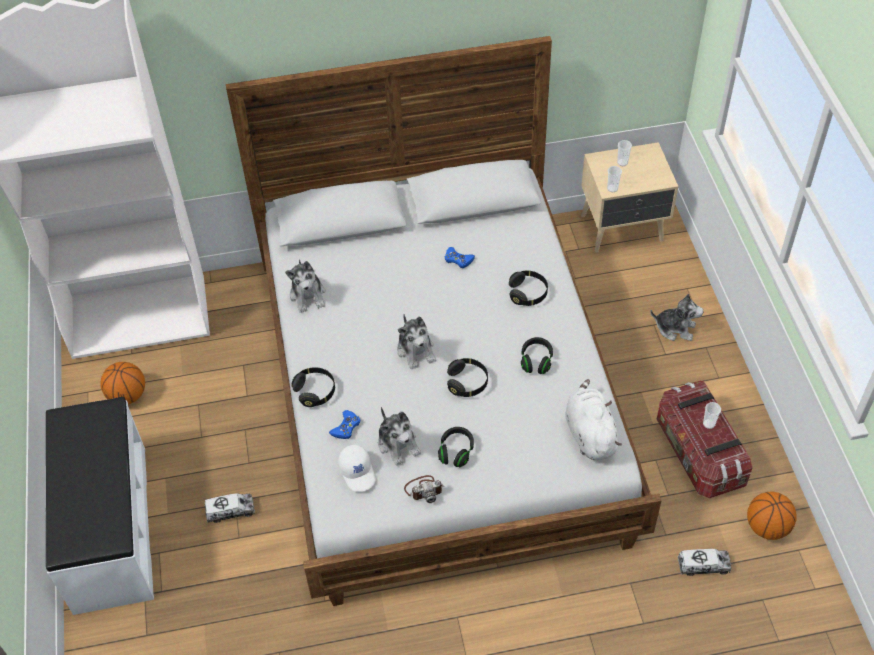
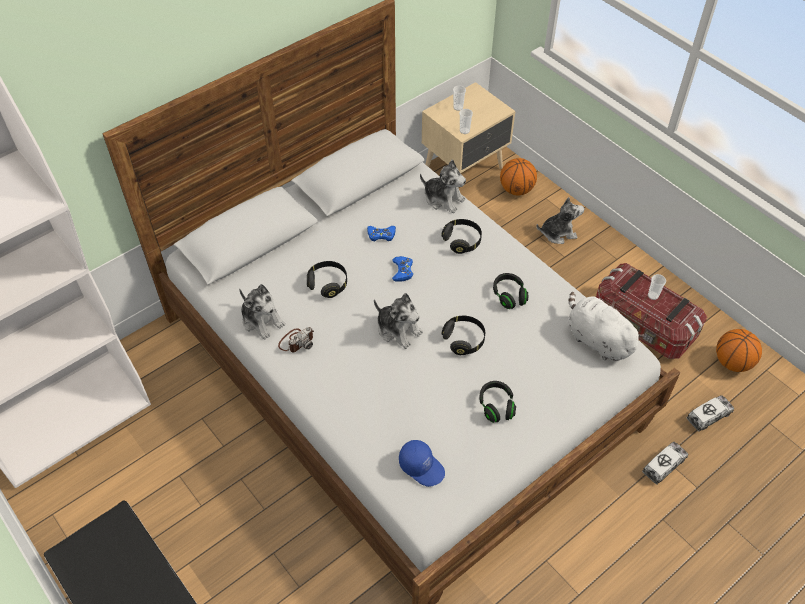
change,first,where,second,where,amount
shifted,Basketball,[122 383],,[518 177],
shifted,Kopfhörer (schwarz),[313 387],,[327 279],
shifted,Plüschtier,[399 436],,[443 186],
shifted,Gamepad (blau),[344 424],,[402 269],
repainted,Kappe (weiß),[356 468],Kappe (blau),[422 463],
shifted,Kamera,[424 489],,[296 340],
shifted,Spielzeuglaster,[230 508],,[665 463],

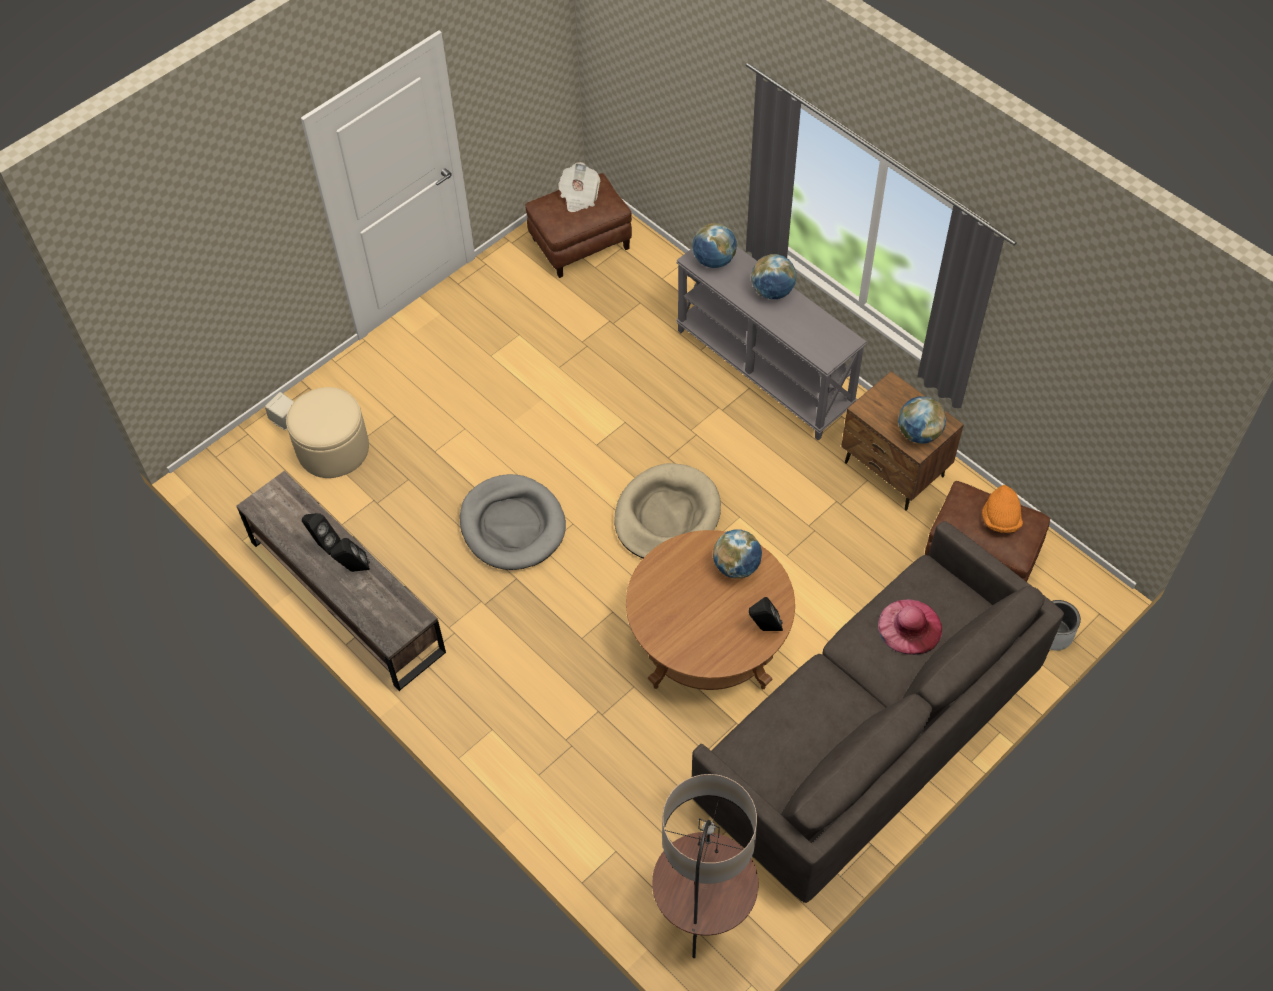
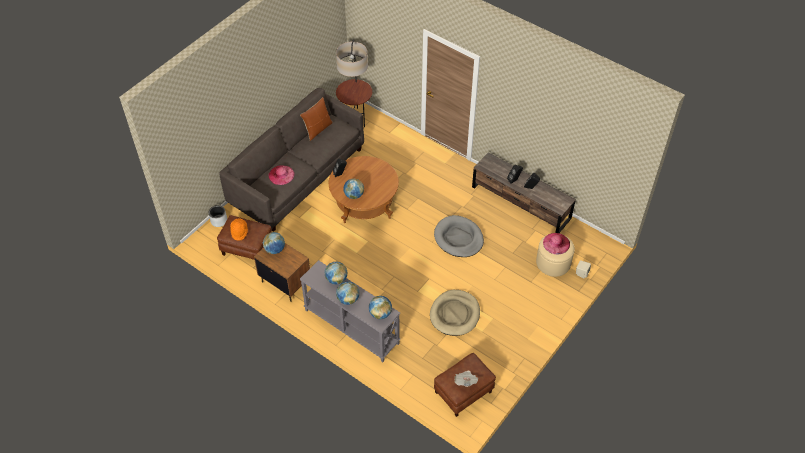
change,first,where,second,where,amount
shifted,Hundebett (beige),[667 511],,[455 313],
new,,,Kissen (braun),[316 119],
new,,,Hut (rosa),[556 244],
new,,,Globus,[336 273],

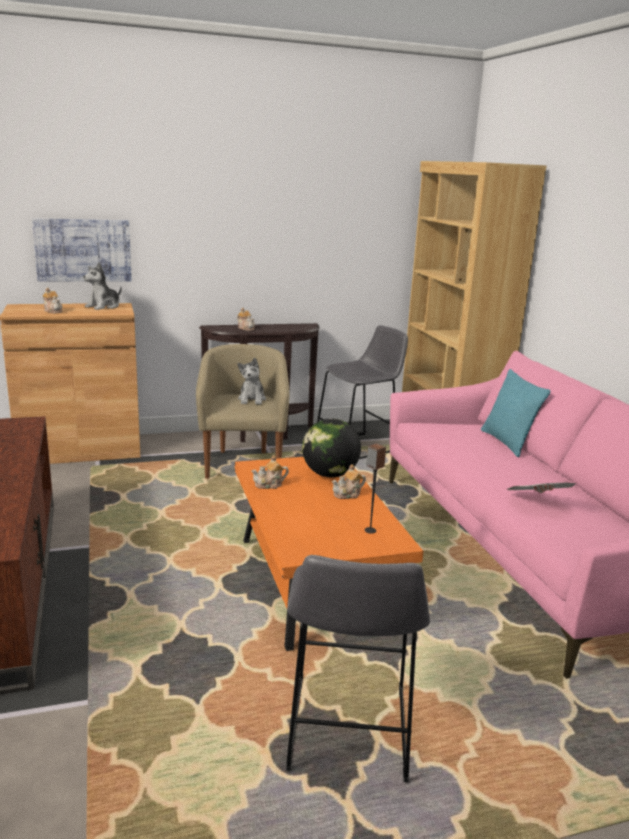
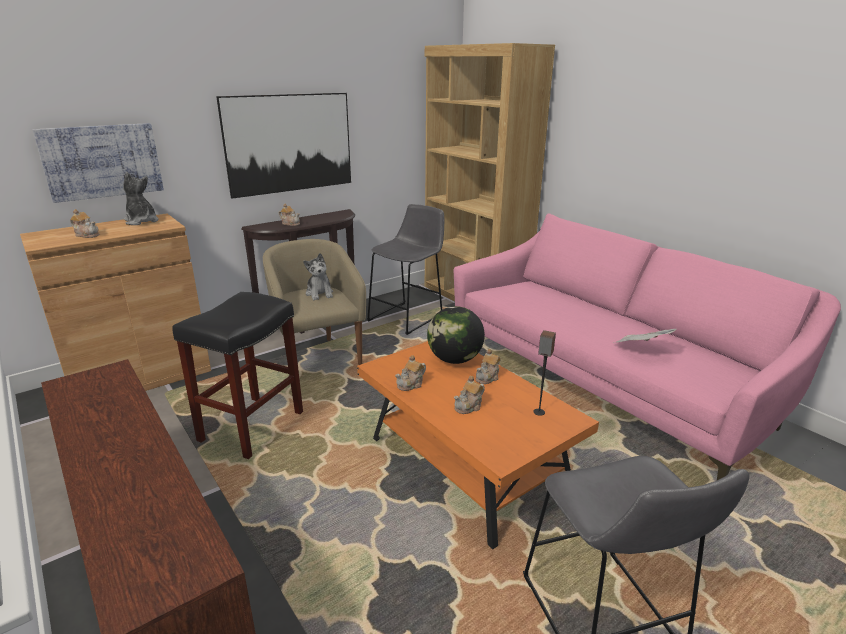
change,first,where,second,where,amount
rotated,Plüschtier,[102 286],,[141 198],120 degrees clockwise
gone,Kissen (türkis),[516 413],,,
new,,,Bild,[283 146],
new,,,Hocker (schwarz),[238 375],
new,,,Teekanne,[469 395],

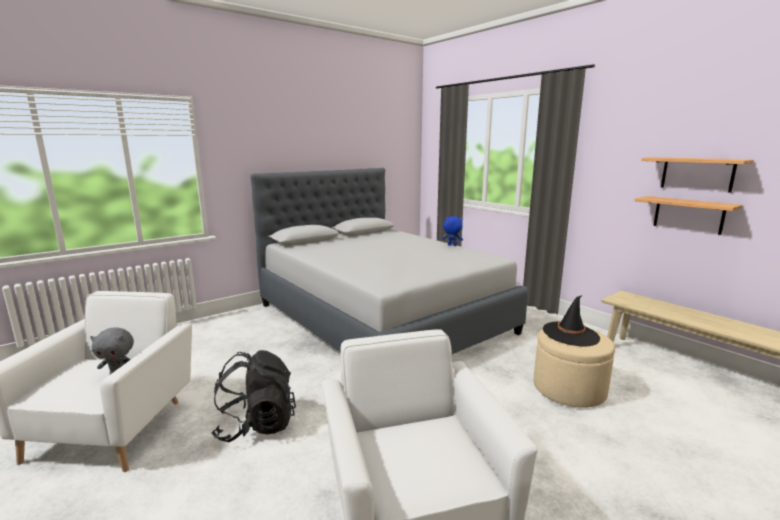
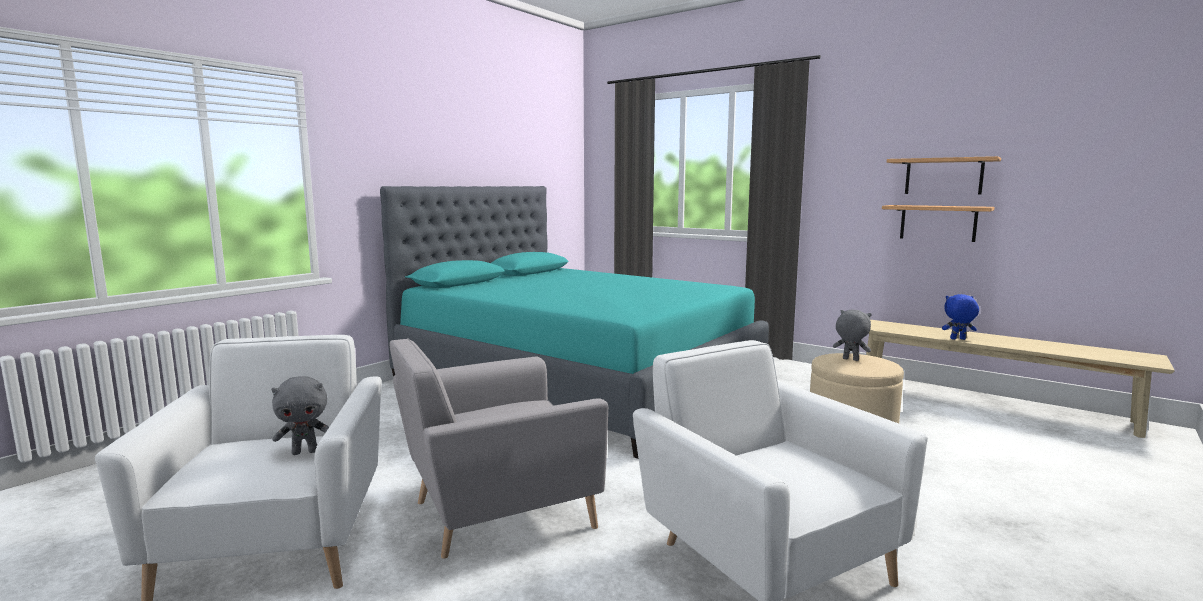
change,first,where,second,where,amount
repainted,Bett (grau),[389 261],Bett (türkis),[574 322],
shifted,Plüschtier (blau),[452 231],,[960 317],
swapped,Hut (schwarz),[571 320],Plüschtier (grau),[852 335],
swapped,Rucksack (schwarz),[253 396],Sessel (grau),[498 448],

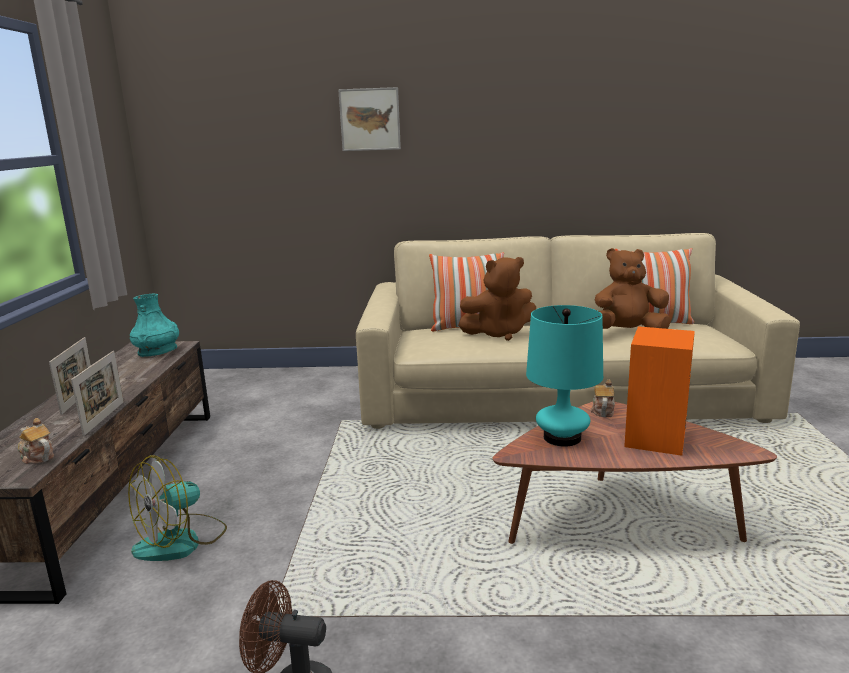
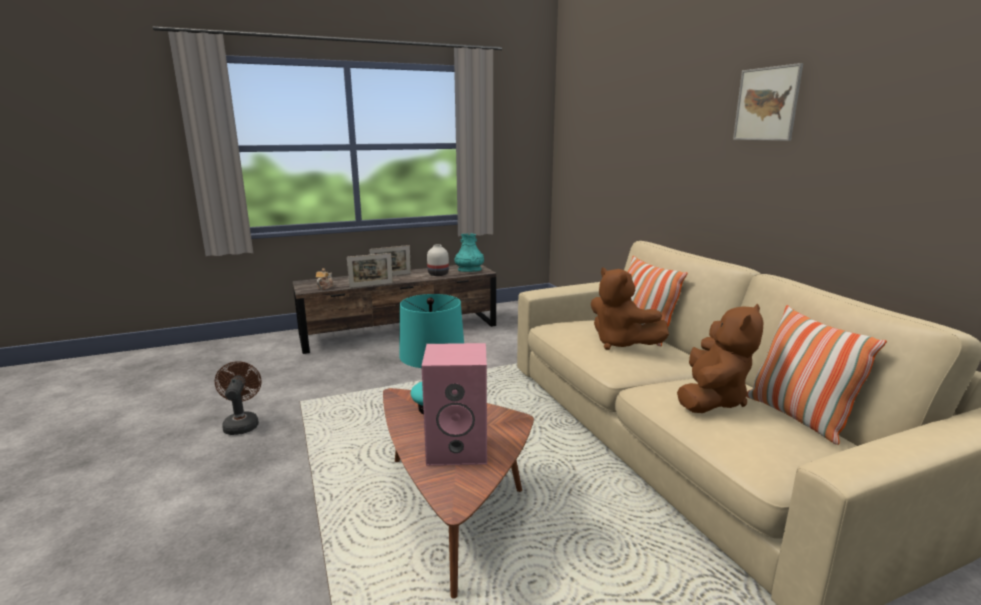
change,first,where,second,where,amount
shifted,Bild,[369 119],,[768 102],
rotated,Plüschtier (braun),[633 288],,[720 358],60 degrees clockwise
repainted,Lautsprecher (orange),[659 391],Lautsprecher (rosa),[454 404],
gone,Teekanne,[603 398],,,
gone,Ventilator,[177 508],,,
new,,,Vase (weiß),[438 260],

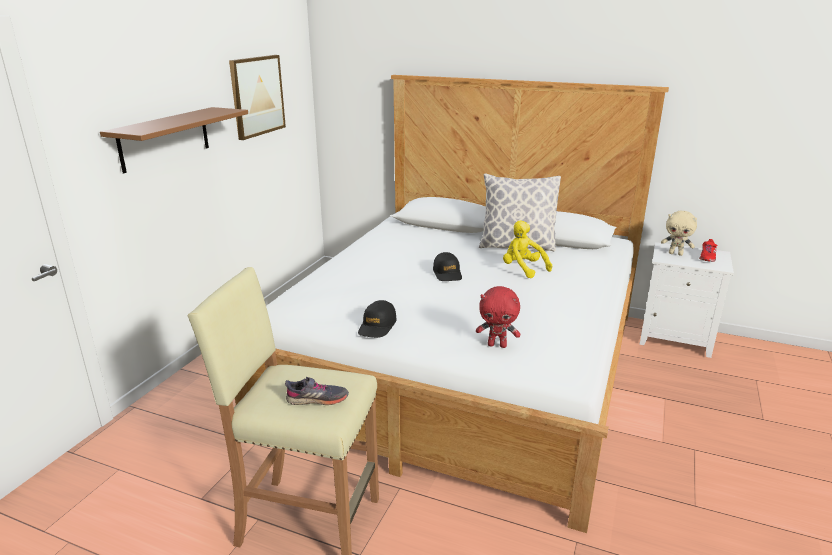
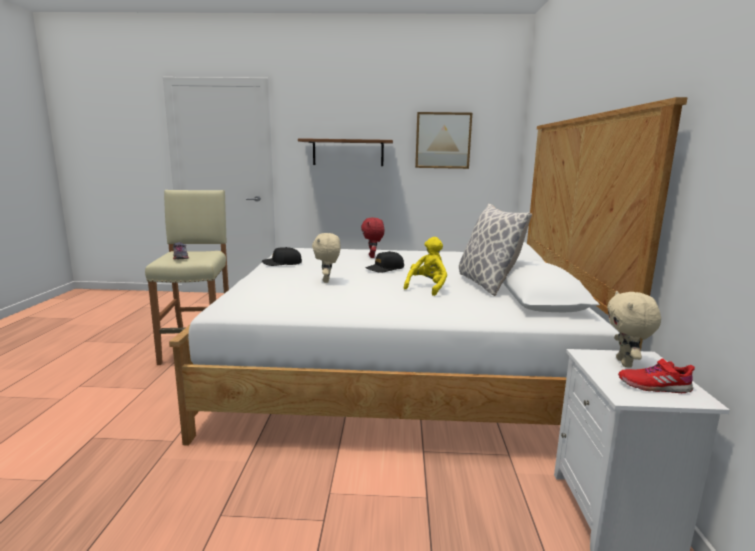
change,first,where,second,where,amount
shifted,Plüschtier (rot),[498 317],,[373 238],
new,,,Plüschtier (beige),[326 258],

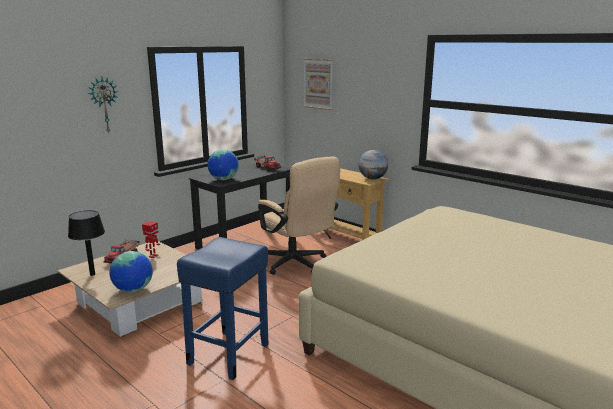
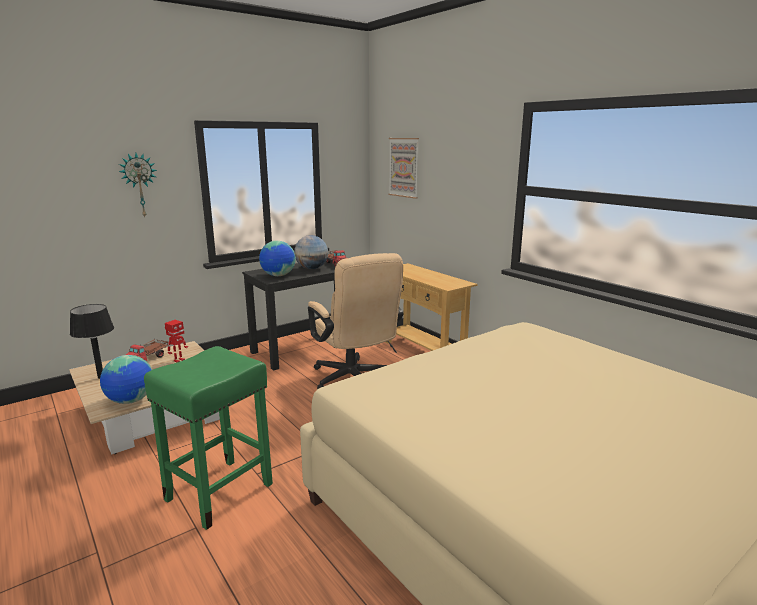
change,first,where,second,where,amount
shifted,Globus,[373 164],,[311 252],
repainted,Hocker (blau),[222 308],Hocker (grün),[208 438],

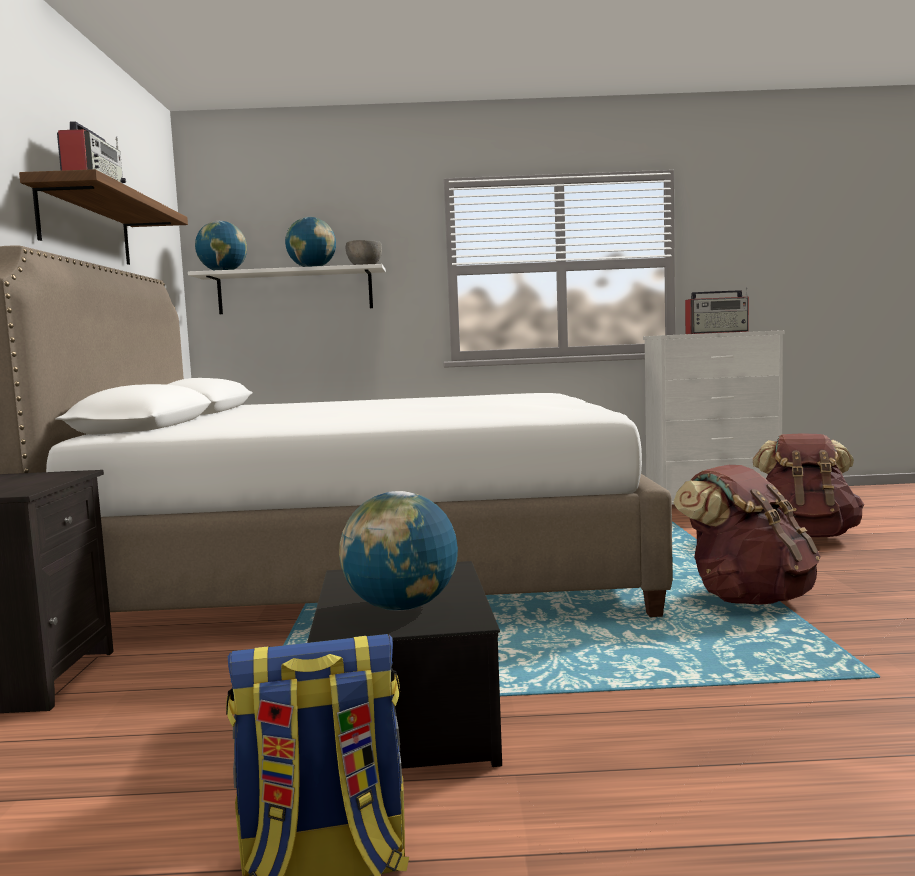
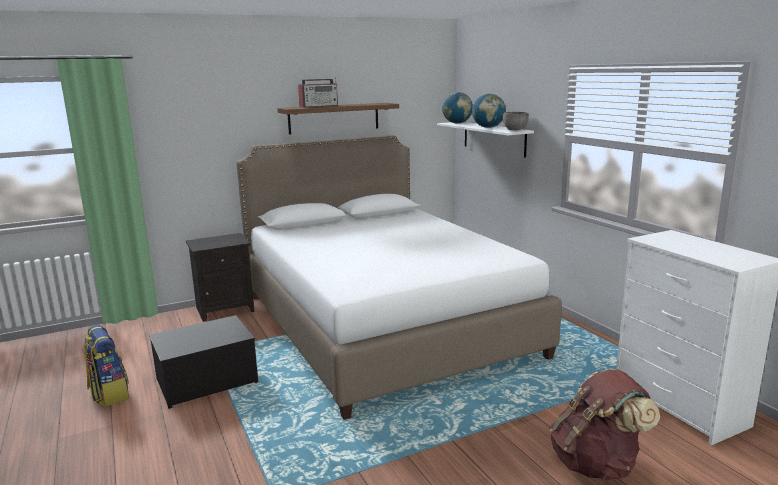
change,first,where,second,where,amount
gone,Radio,[717 310],,,
gone,Rucksack (braun),[747 535],,,
gone,Globus,[398 551],,,

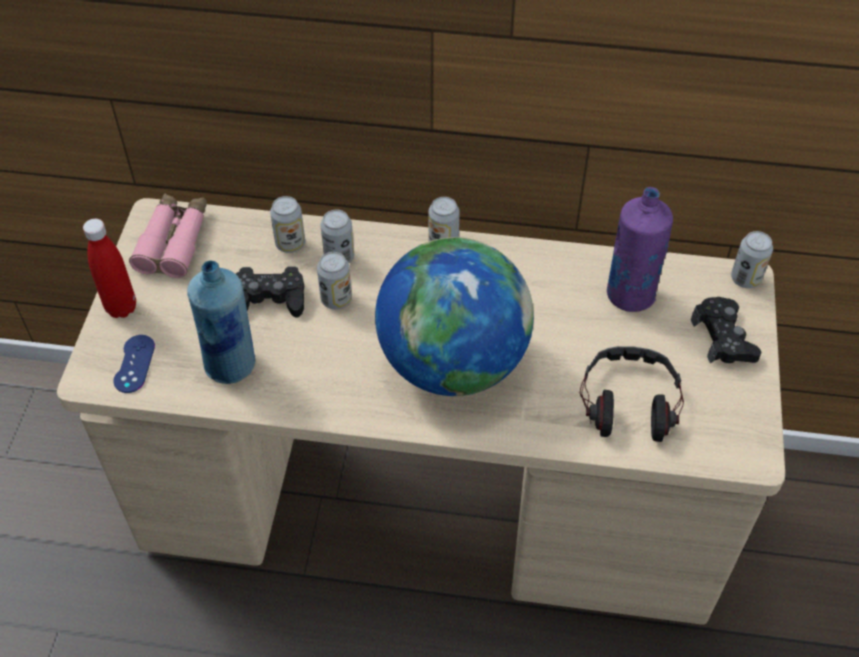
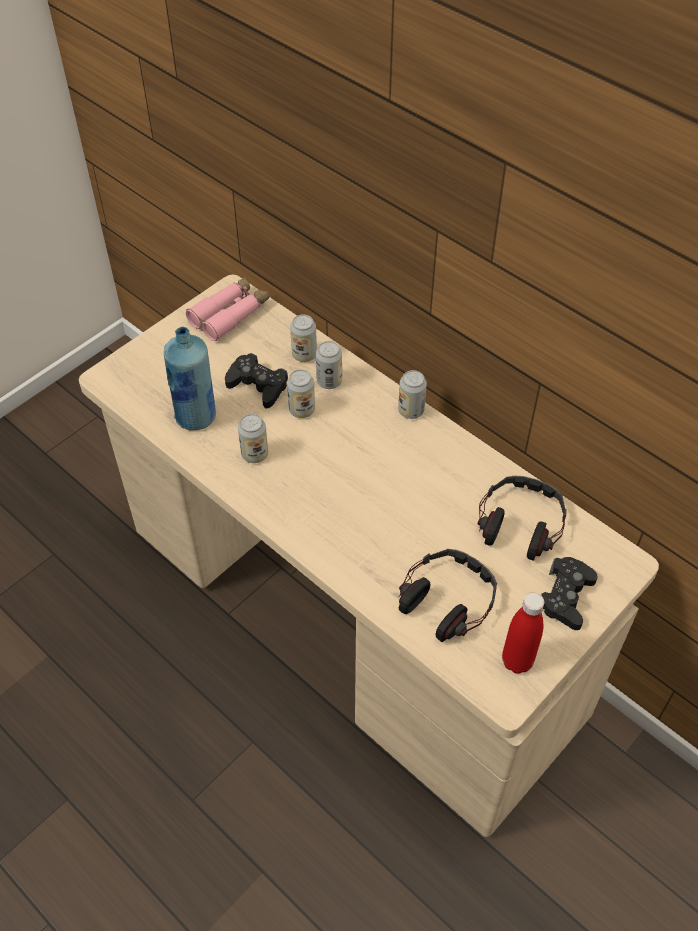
change,first,where,second,where,amount
swapped,Flasche (lila),[640 249],Kopfhörer,[522 518],
shifted,Flasche (rot),[109 268],,[523 633],
shifted,Dose,[752 259],,[253 438],
gone,Globus,[454 316],,,
gone,Gamepad (blau),[134 364],,,

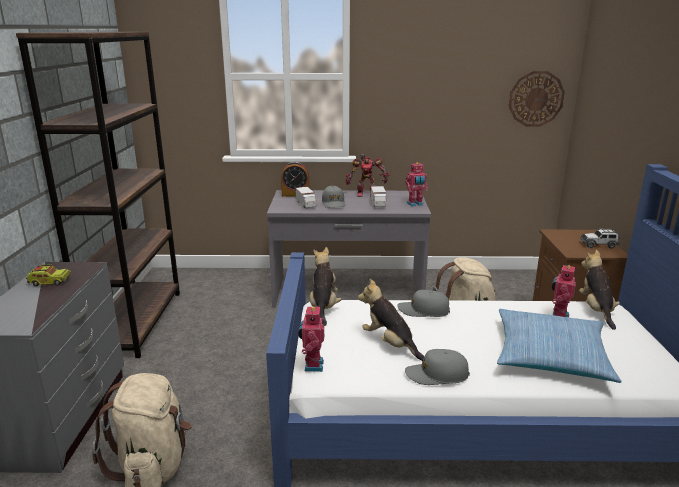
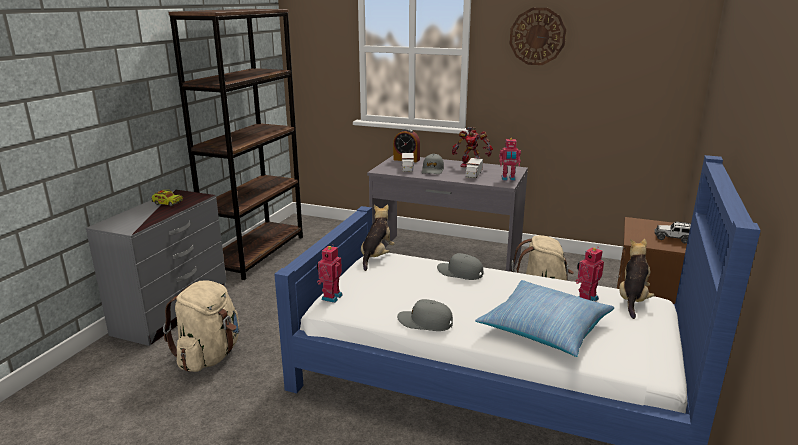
change,first,where,second,where,amount
shifted,Wanduhr,[537 99],,[537 36],
gone,Plüschtier,[391 320],,,

